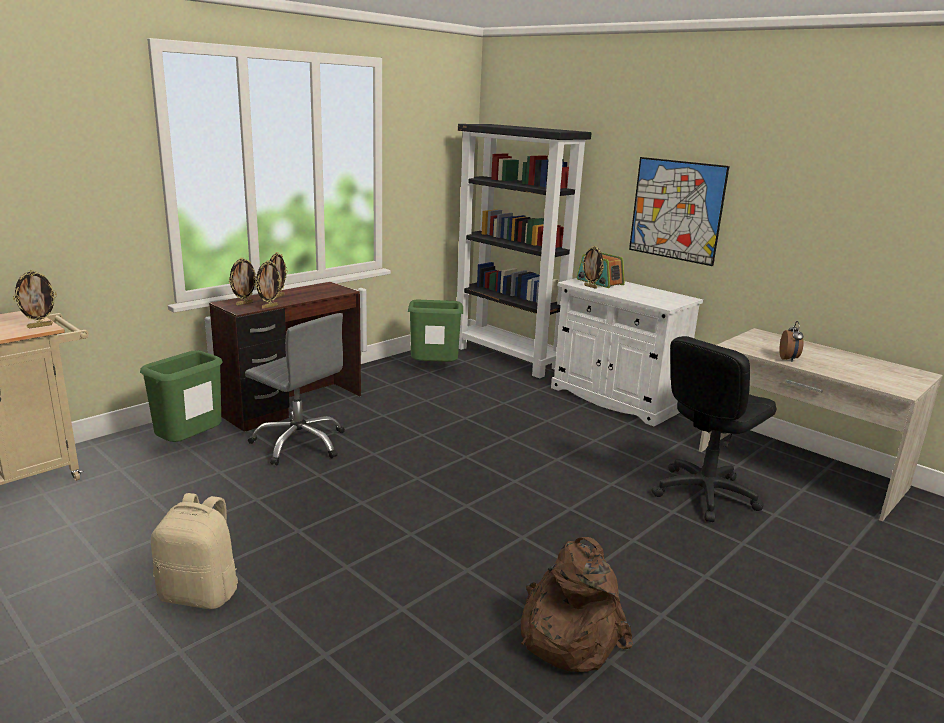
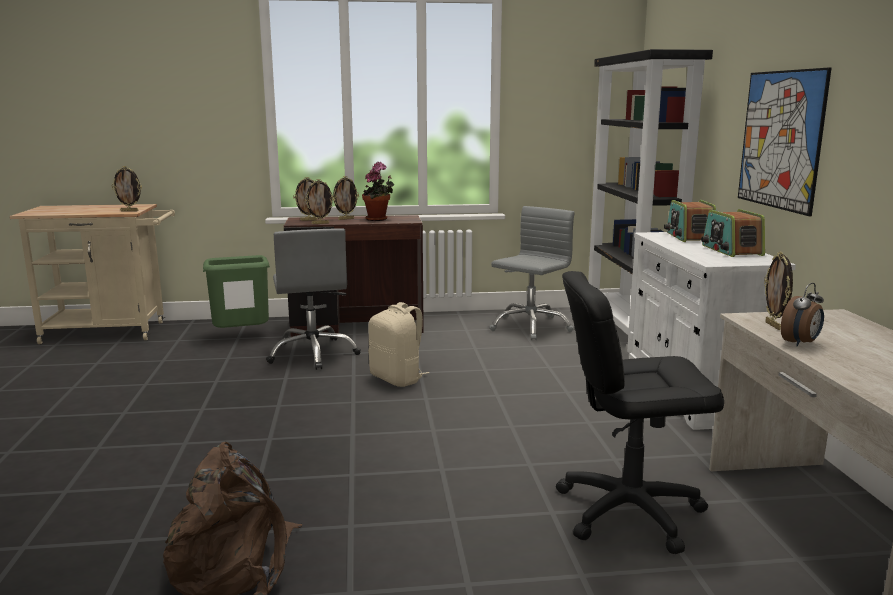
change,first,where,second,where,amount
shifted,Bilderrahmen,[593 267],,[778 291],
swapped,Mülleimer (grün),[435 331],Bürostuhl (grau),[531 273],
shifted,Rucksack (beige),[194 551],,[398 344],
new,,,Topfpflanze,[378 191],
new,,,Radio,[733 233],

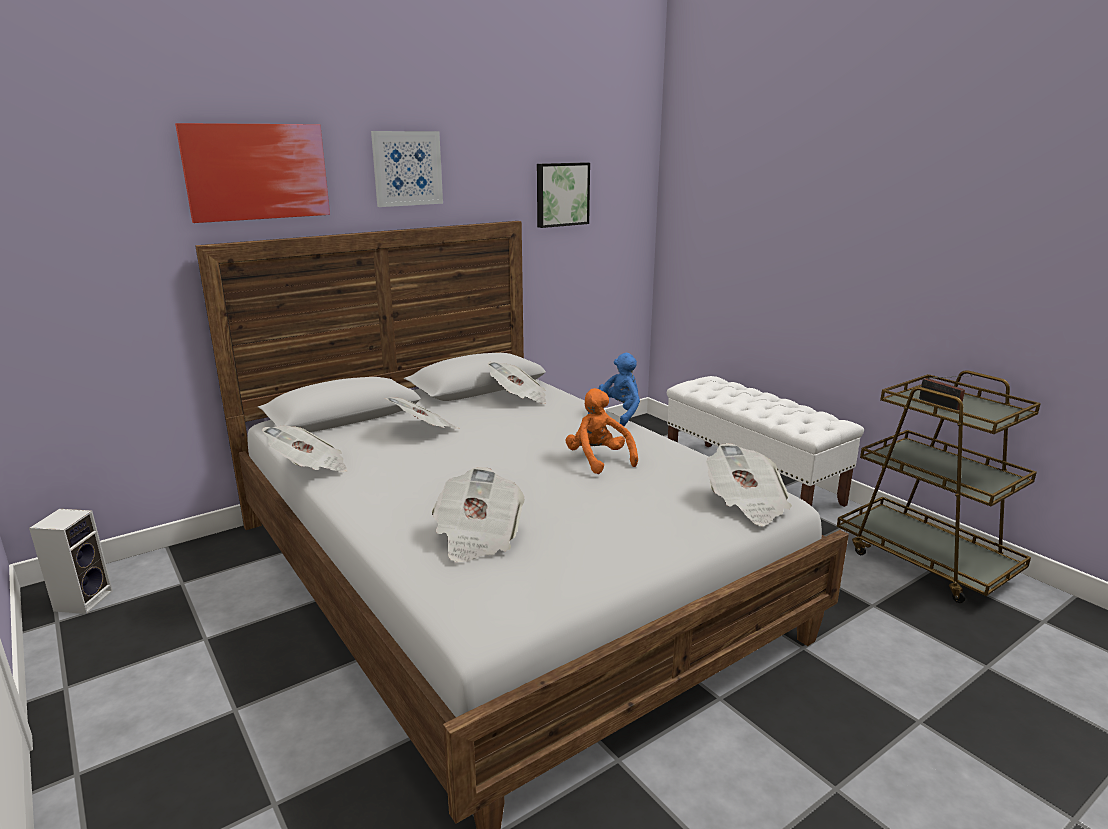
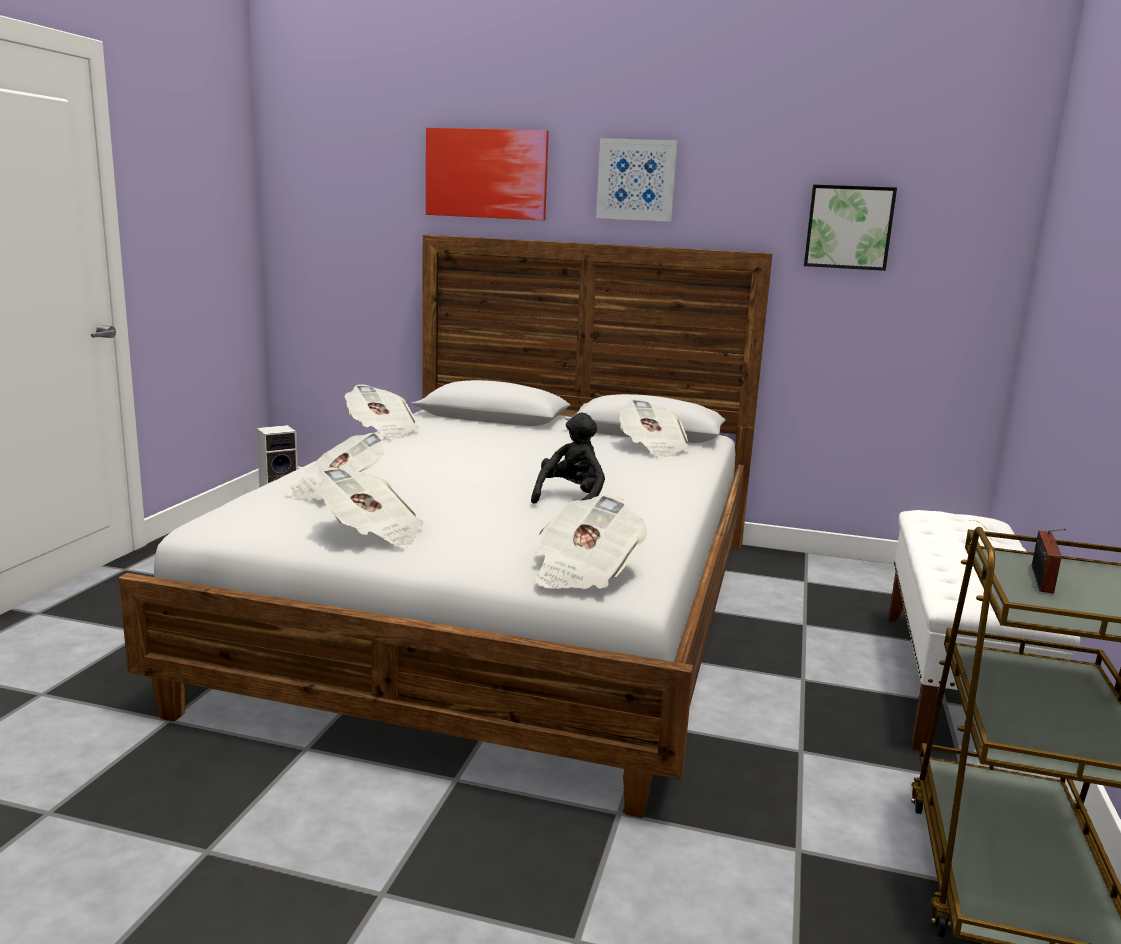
change,first,where,second,where,amount
gone,Plüschtier (blau),[614 389],,,
repainted,Plüschtier (orange),[601 431],Plüschtier (schwarz),[568 458],
shifted,Zeitung,[422 413],,[370 507],

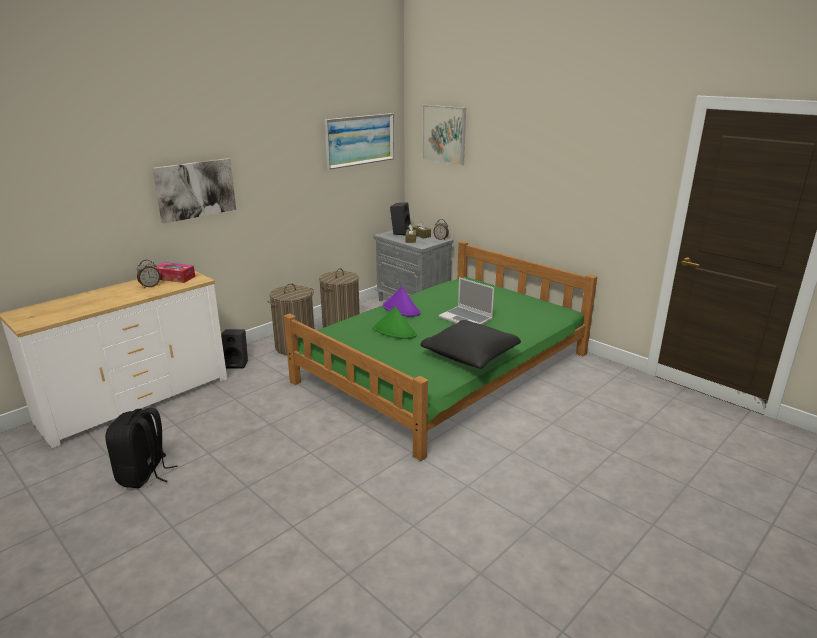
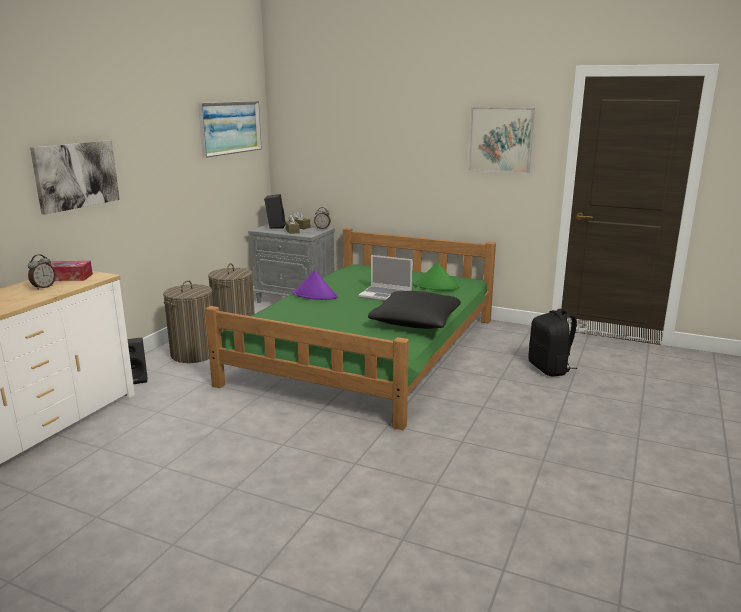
change,first,where,second,where,amount
shifted,Bild,[444 135],,[501 140],
shifted,Hut (grün),[395 322],,[436 276],
shifted,Rucksack (schwarz),[141 448],,[552 342],

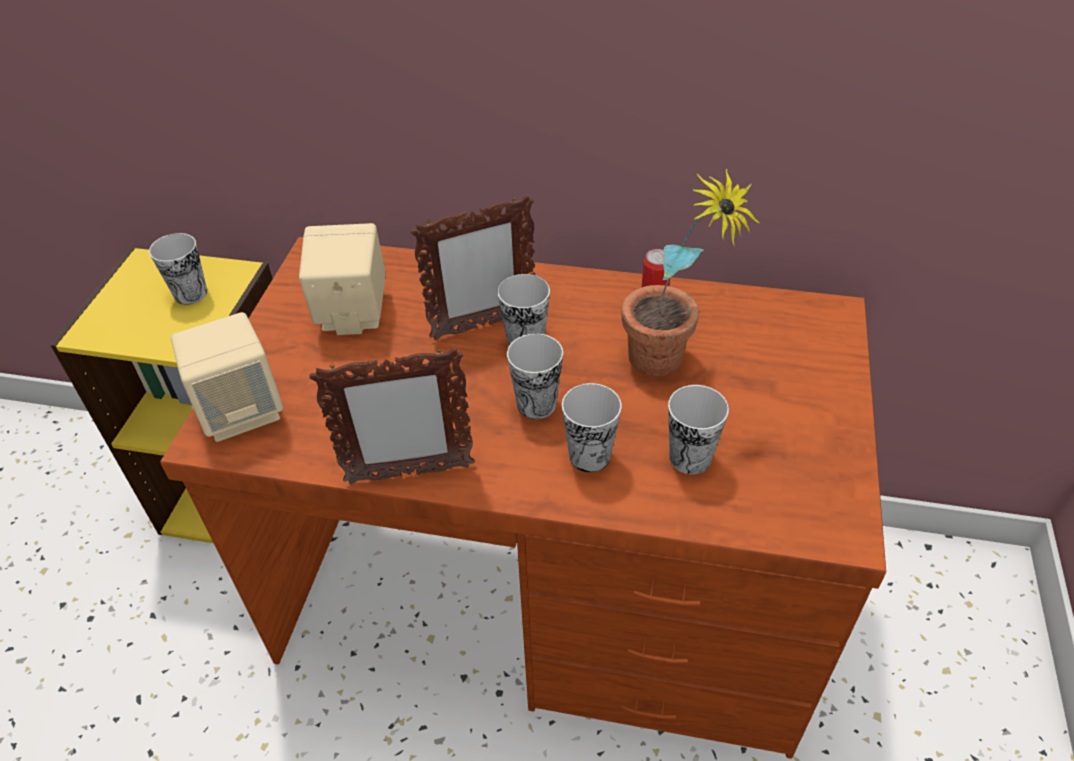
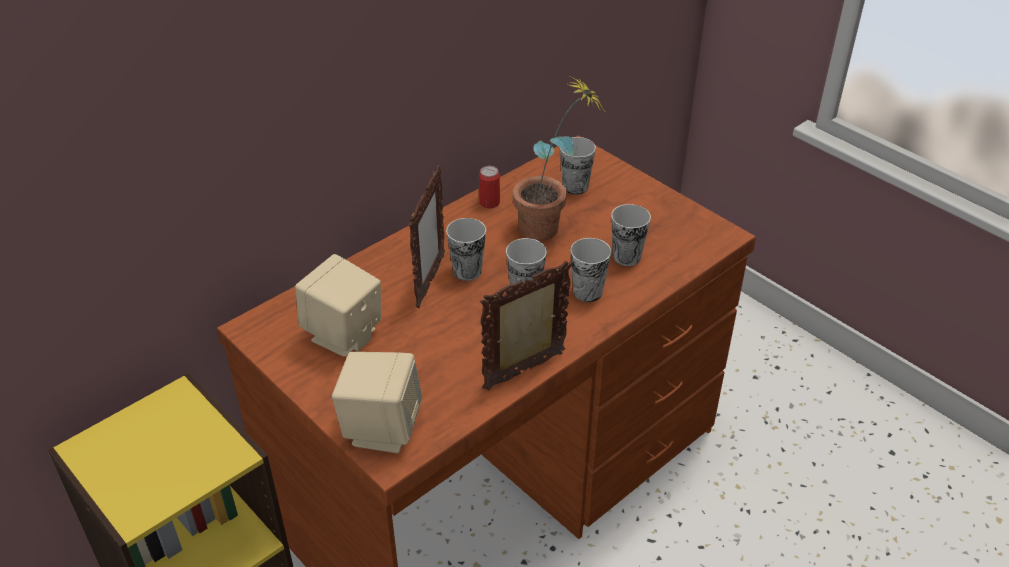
change,first,where,second,where,amount
shifted,Tasse,[178 269],,[578 166],
rotated,Bilderrahmen,[392 416],,[526 325],150 degrees counterclockwise

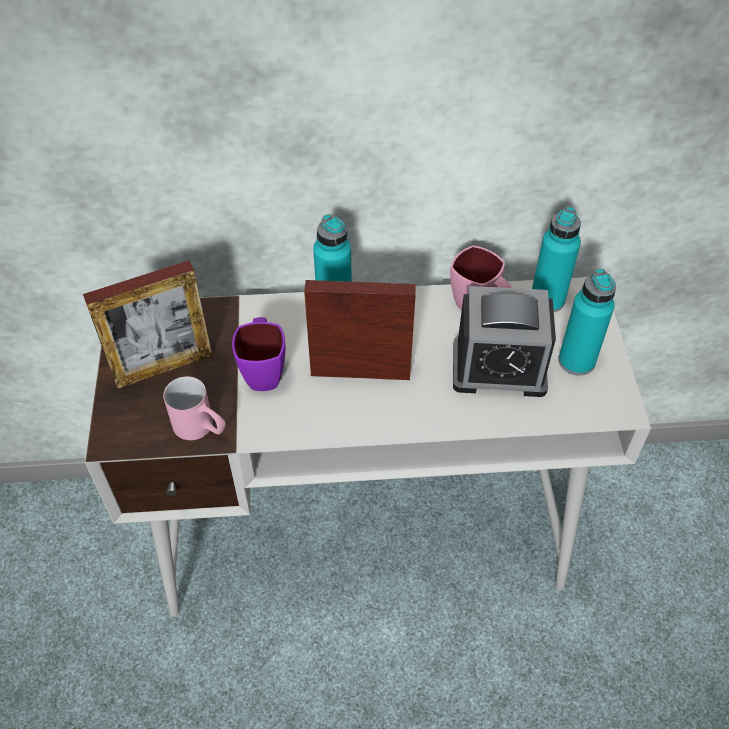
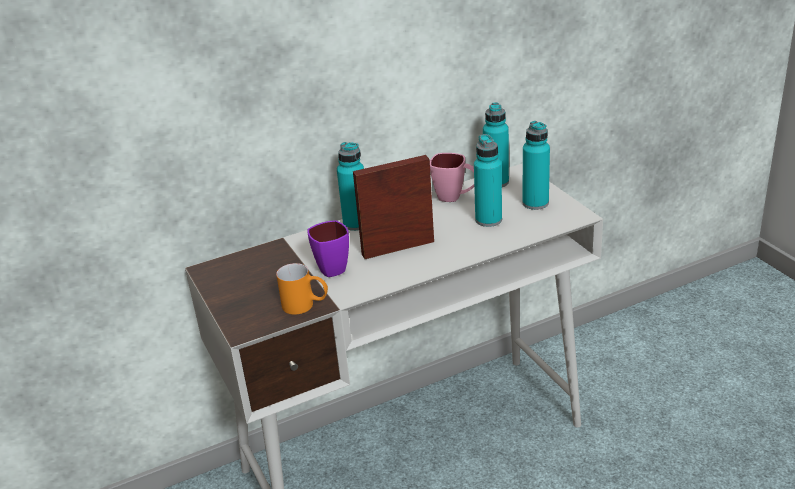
change,first,where,second,where,amount
gone,Bilderrahmen,[148 324],,,
swapped,Wecker,[504 341],Flasche (türkis),[488 180],
repainted,Henkelbecher (rosa),[194 408],Henkelbecher (orange),[302 289],

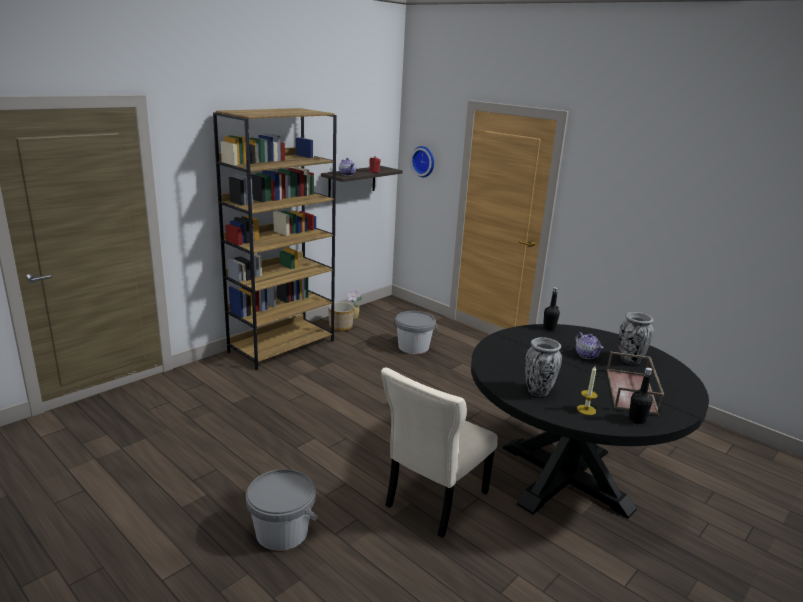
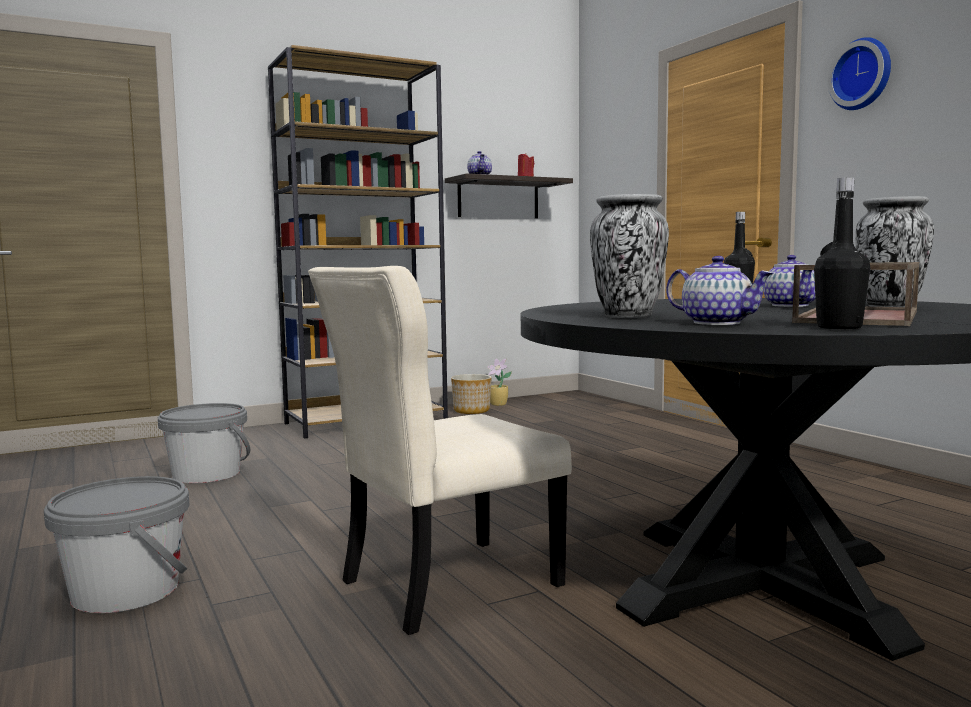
change,first,where,second,where,amount
shifted,Wanduhr,[422 161],,[859 73],
shifted,Eimer (grau),[416 332],,[204 443],
swapped,Kerze,[587 390],Teekanne,[720 290],

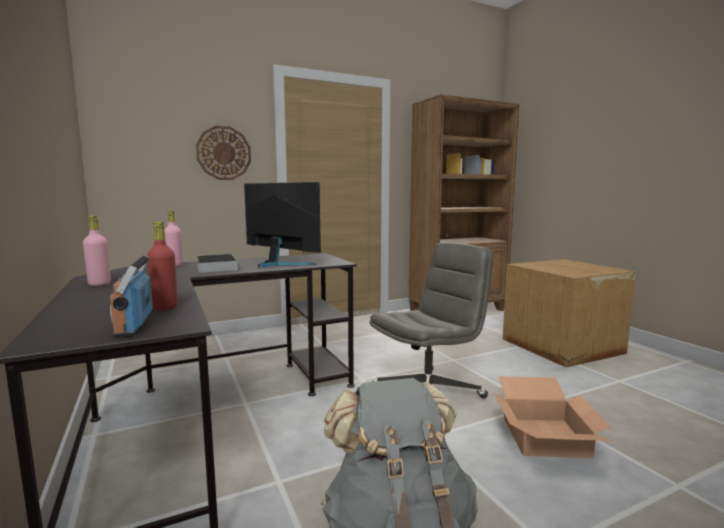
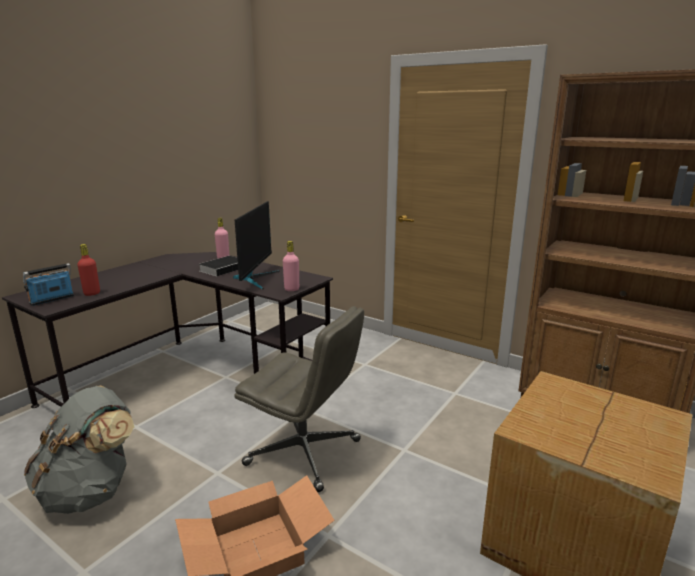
change,first,where,second,where,amount
gone,Wanduhr,[223 153],,,
shifted,Flasche (rosa),[97 250],,[291 266],

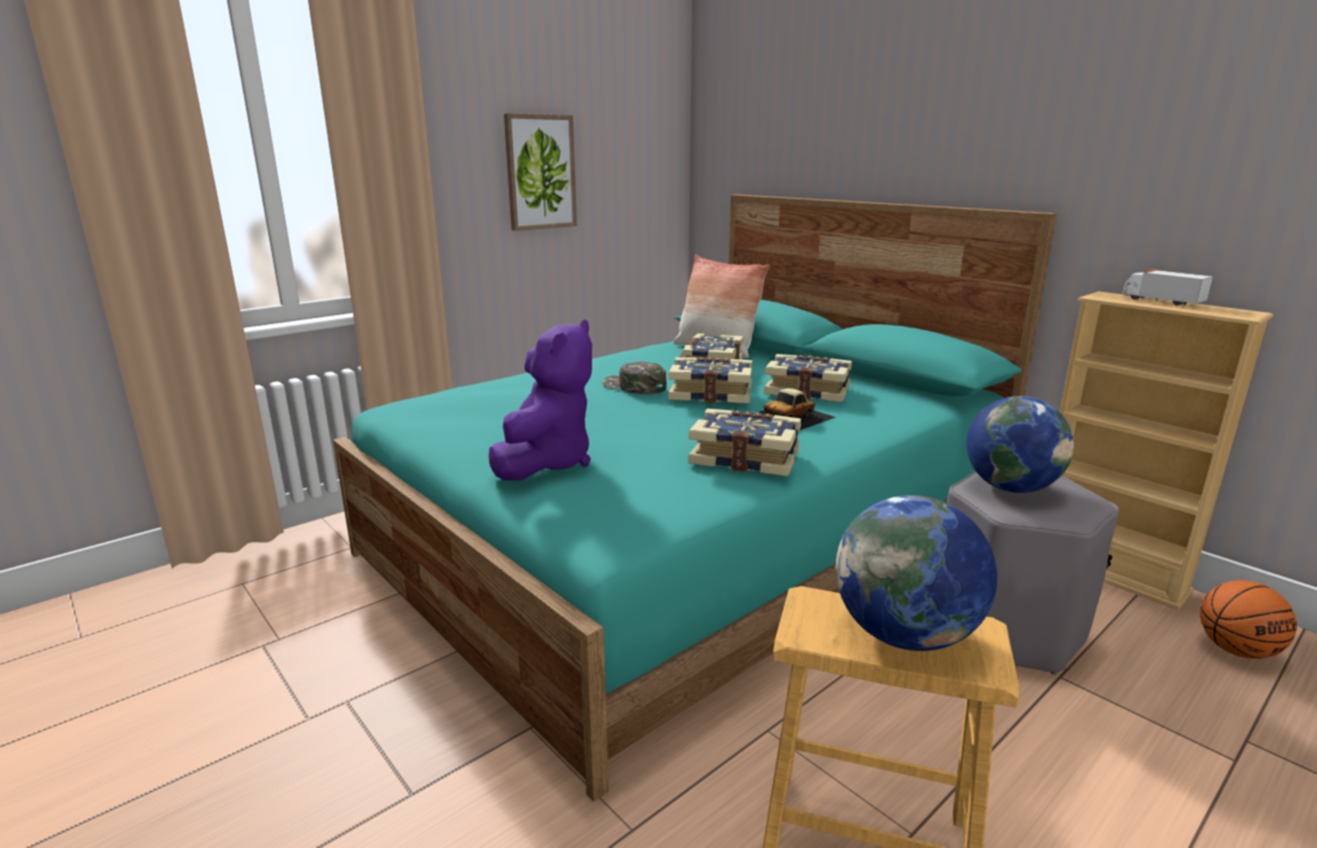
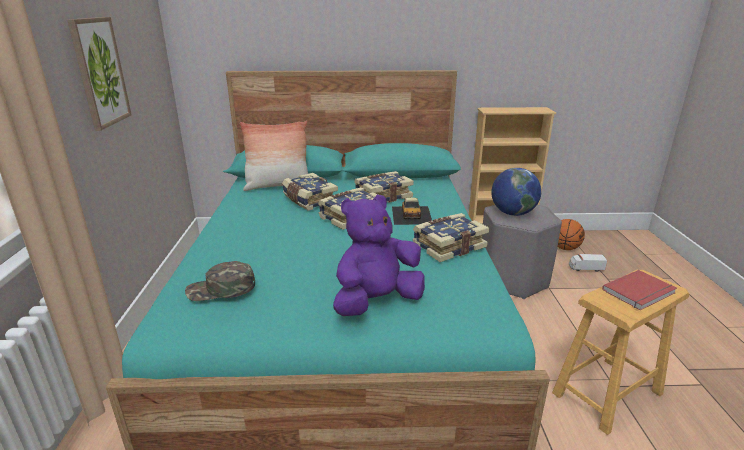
change,first,where,second,where,amount
shifted,Spielzeuglaster,[1167 287],,[588 263],
rotated,Plüschtier (lila),[540 400],,[379 255],90 degrees counterclockwise
shifted,Kappe (grün),[634 377],,[220 281],
swapped,Globus,[916 573],Buch (rot),[639 290],

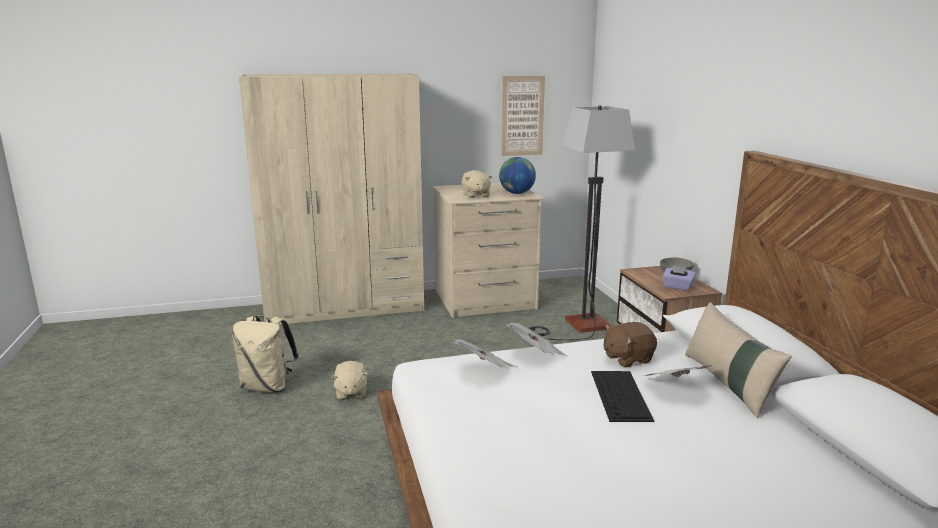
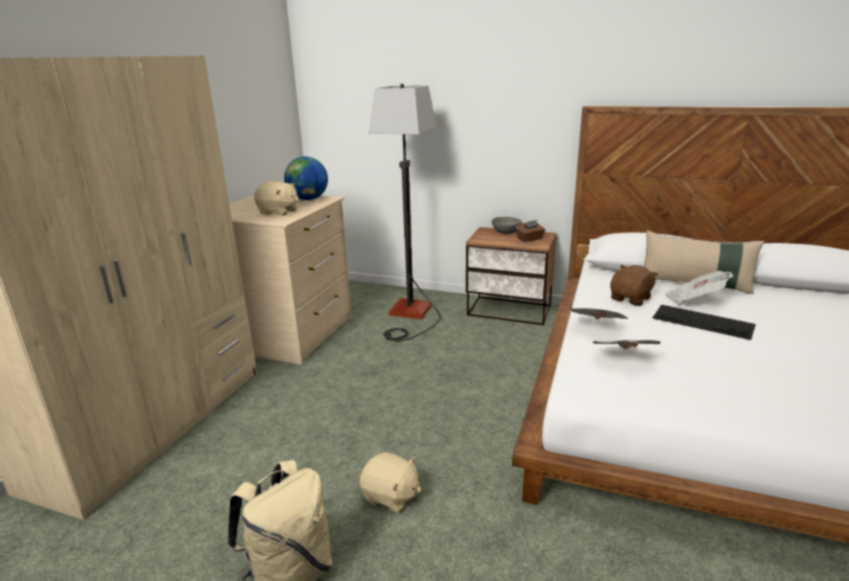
change,first,where,second,where,amount
gone,Bild,[523 116],,,
repainted,Taschentuchbox (lila),[679 278],Taschentuchbox (braun),[530 231],
rotated,Plüschtier (braun),[630 345],,[634 285],150 degrees counterclockwise

